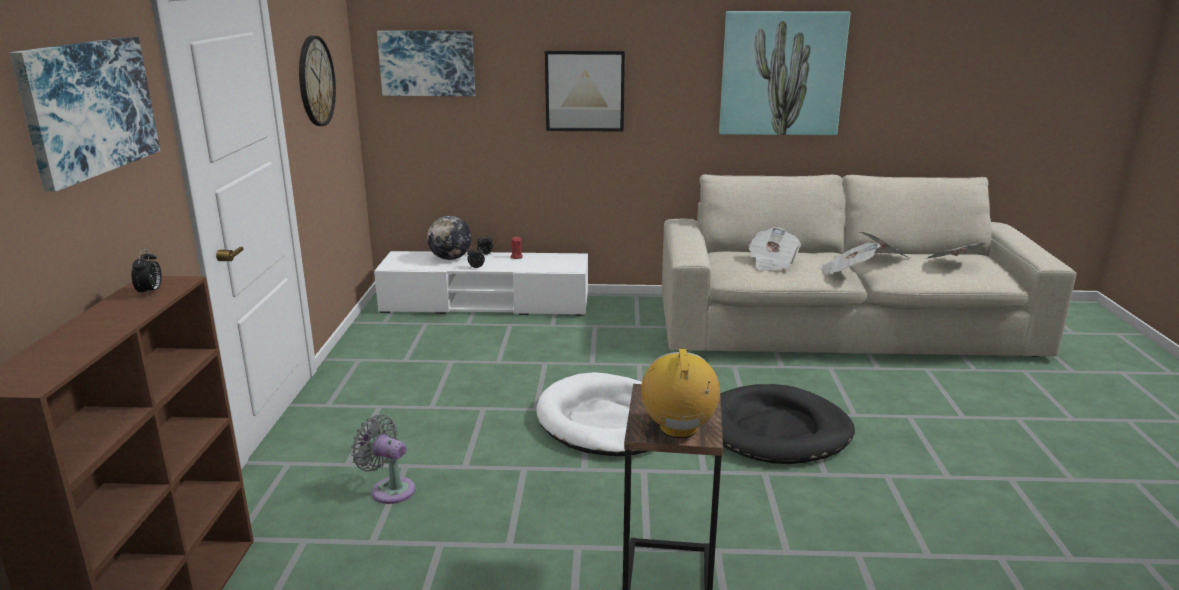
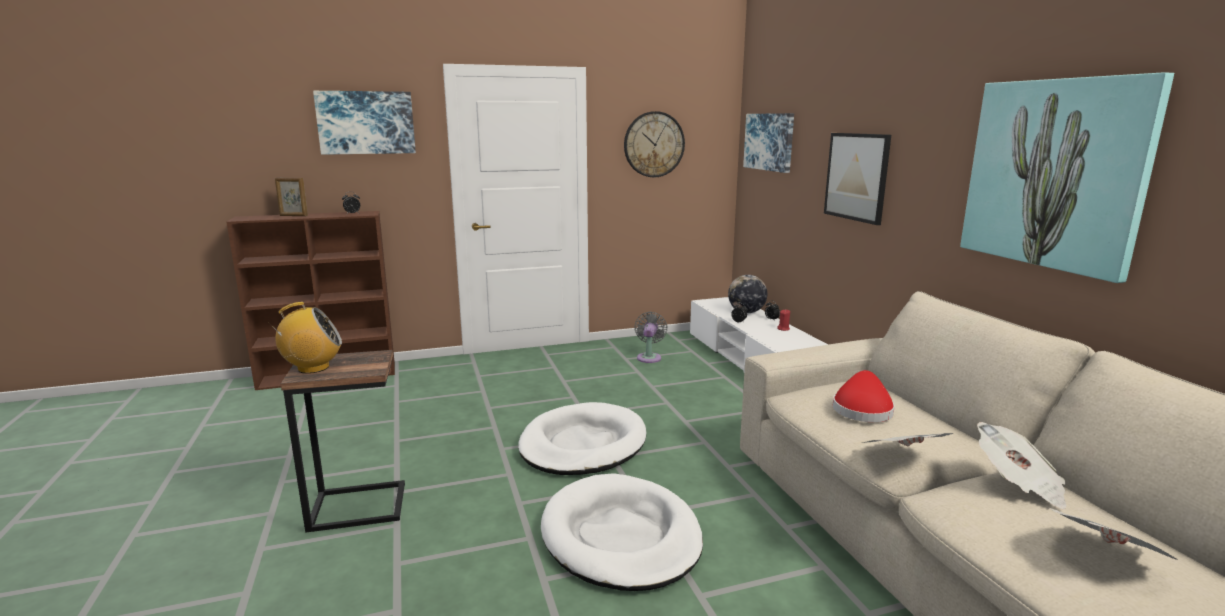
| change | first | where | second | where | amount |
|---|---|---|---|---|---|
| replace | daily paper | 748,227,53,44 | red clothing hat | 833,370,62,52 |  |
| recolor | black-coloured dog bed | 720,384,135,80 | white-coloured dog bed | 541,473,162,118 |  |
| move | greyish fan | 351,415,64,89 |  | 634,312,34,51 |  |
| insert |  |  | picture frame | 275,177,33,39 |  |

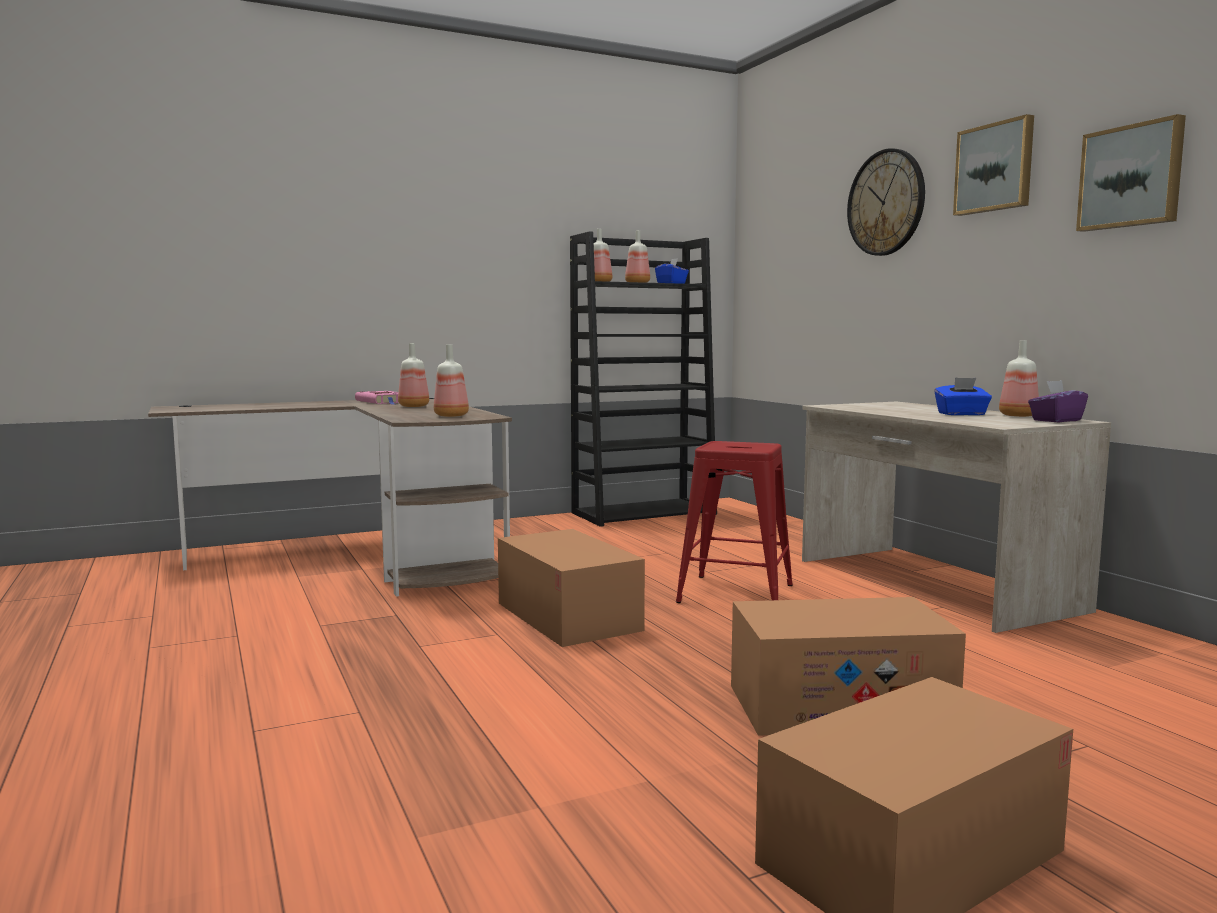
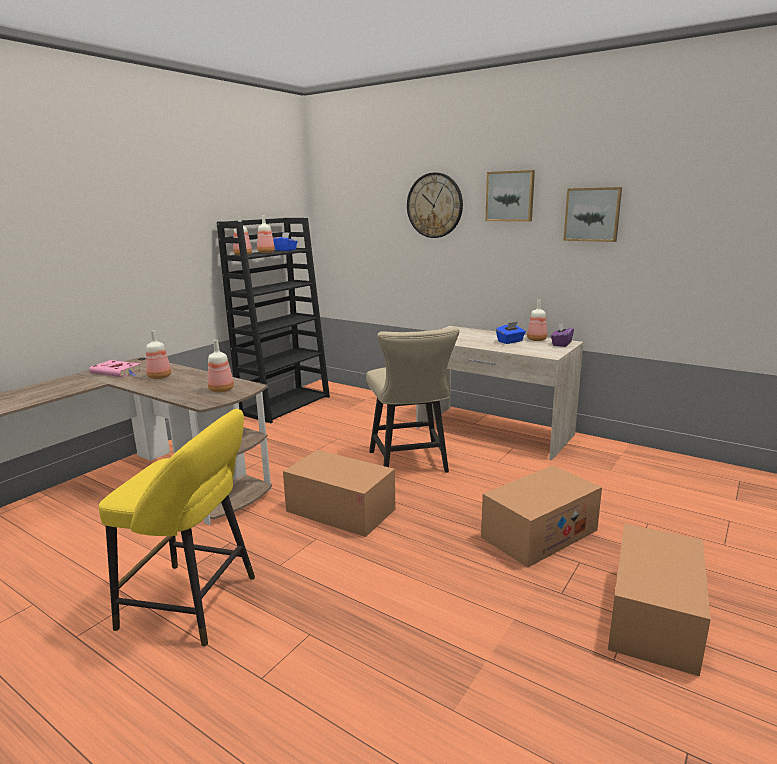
| change | first | where | second | where | amount |
|---|---|---|---|---|---|
| replace | red sitting stool | 676,441,117,162 | sand-coloured upright chair | 366,327,94,146 |  |
| insert |  |  | yellowish sitting stool | 99,409,156,237 |  |

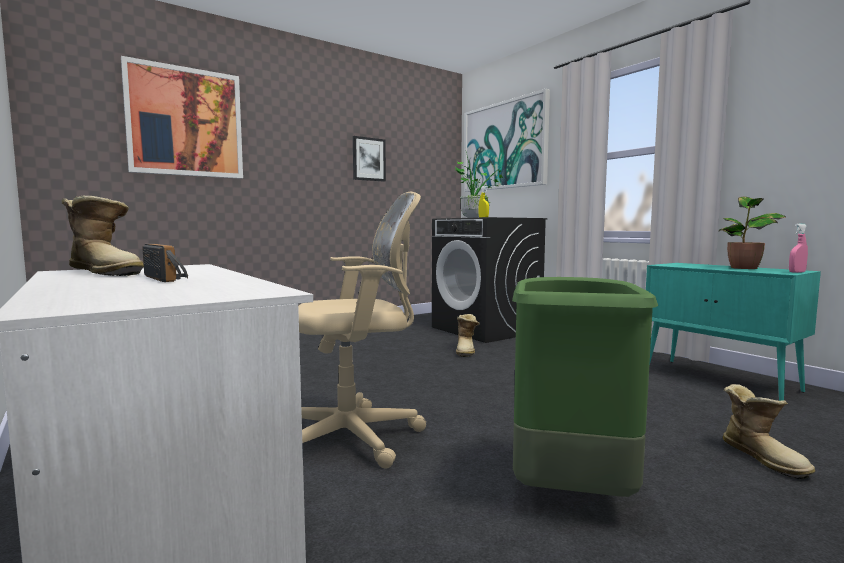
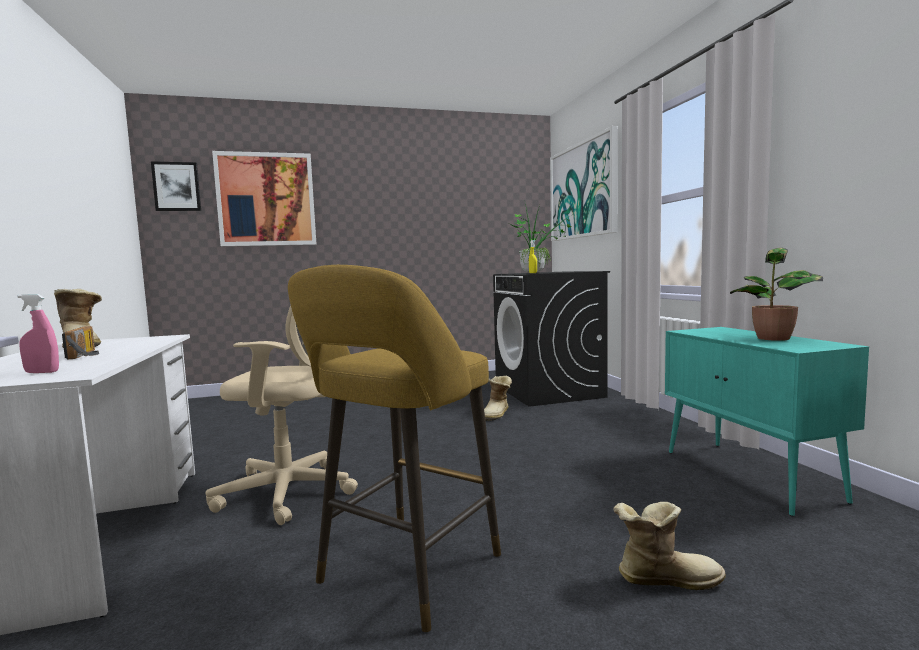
| change | first | where | second | where | amount |
|---|---|---|---|---|---|
| move | wall art | 353,136,33,46 |  | 151,161,50,50 |  |
| move | pink spray bottle | 789,223,19,50 |  | 17,294,42,79 |  |
| replace | green-coloured rubbish bin | 512,277,146,220 | yellowish sitting stool | 288,265,213,367 |  |
| rotate | high-top boot | 723,384,92,95 |  | 613,502,113,88 | 90 degrees counterclockwise |

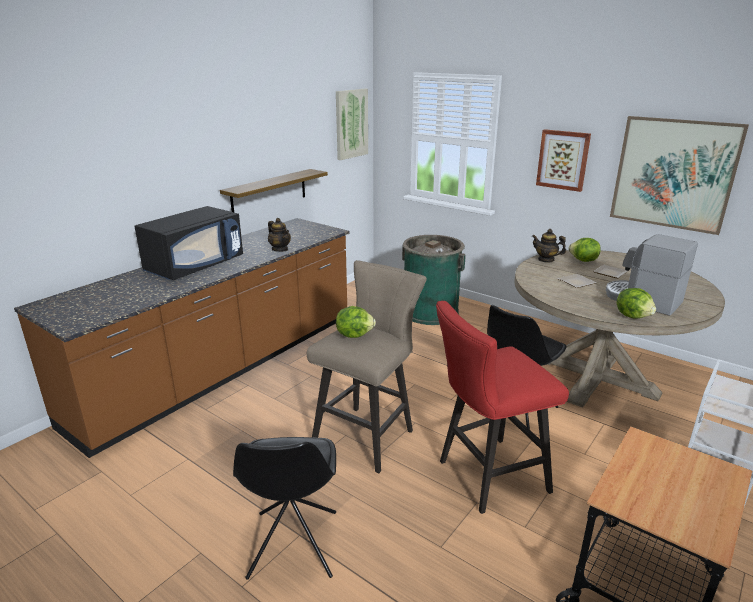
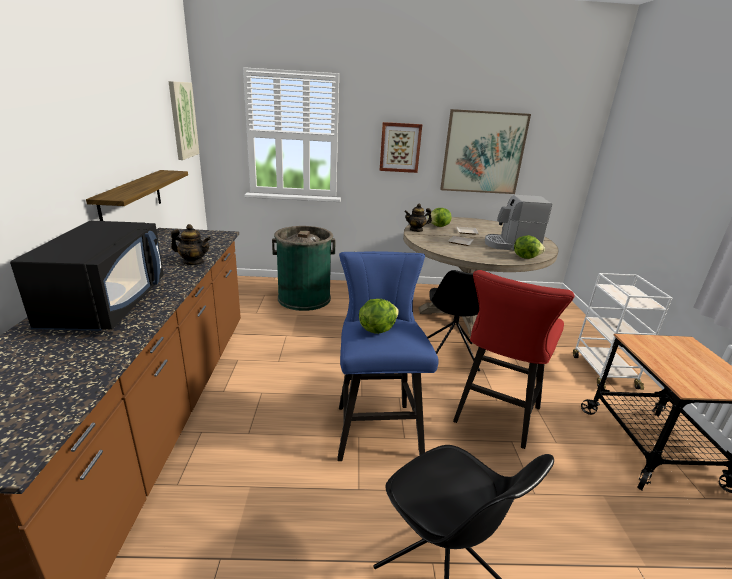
| change | first | where | second | where | amount |
|---|---|---|---|---|---|
| recolor | sand-coloured sitting stool | 307,260,120,213 | blue sitting stool | 337,251,102,210 |  |

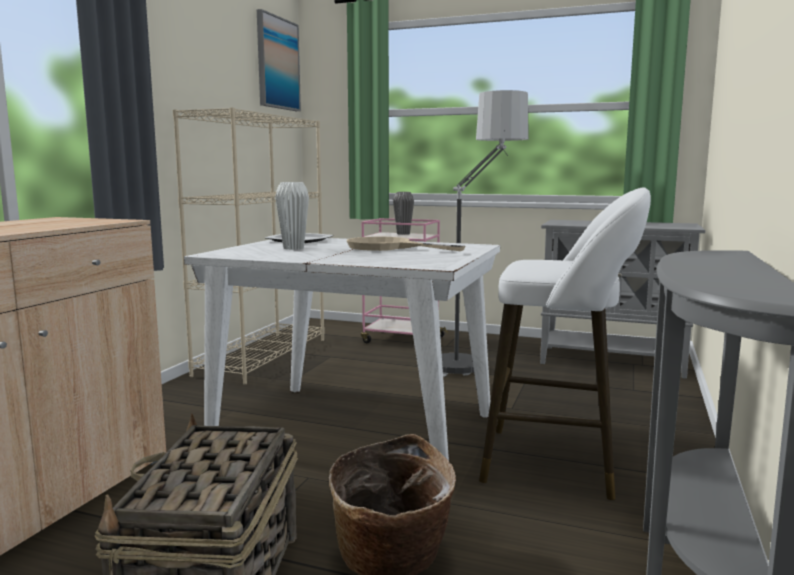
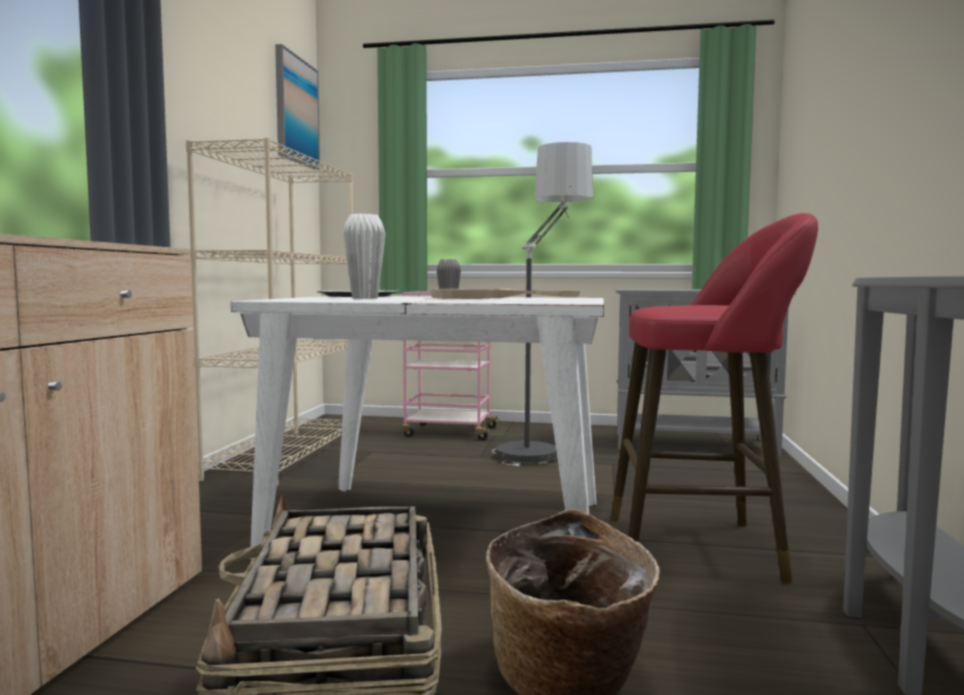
| change | first | where | second | where | amount |
|---|---|---|---|---|---|
| recolor | white-coloured sitting stool | 479,187,172,313 | red sitting stool | 610,213,208,371 |  |

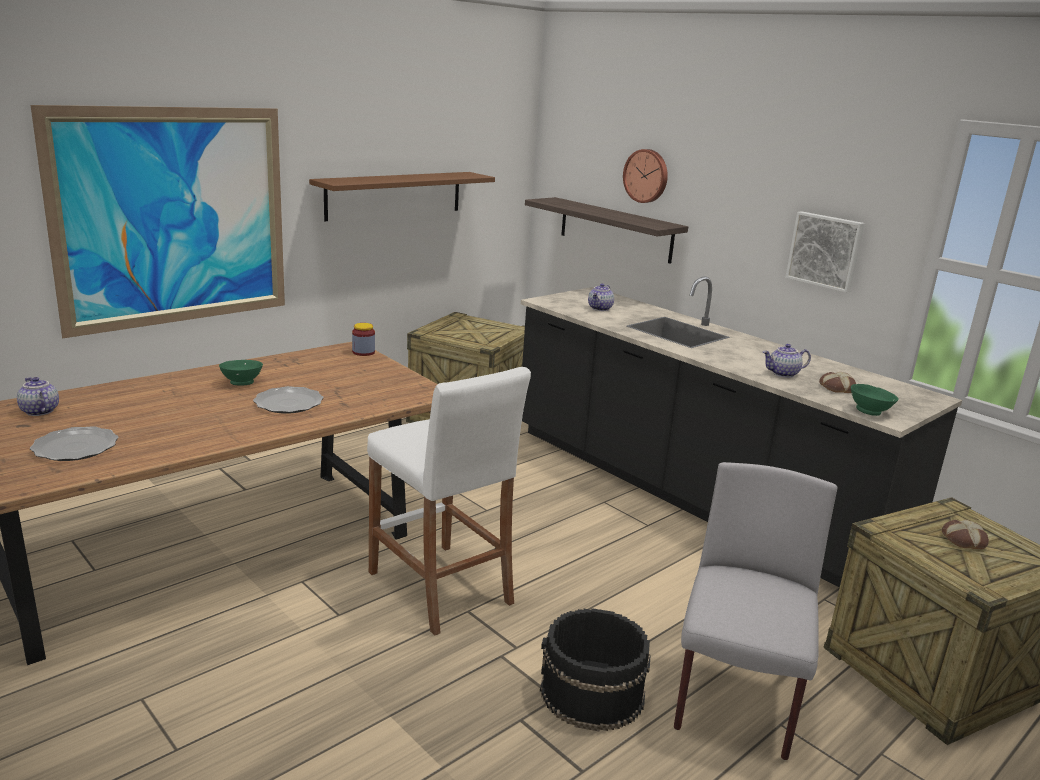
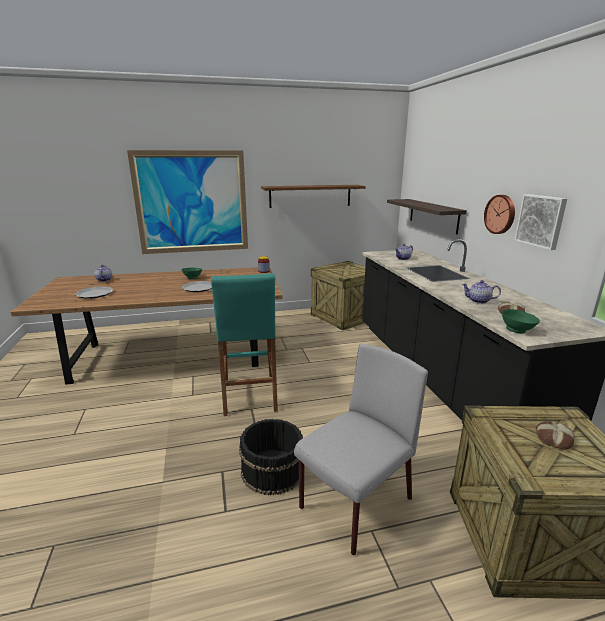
| change | first | where | second | where | amount |
|---|---|---|---|---|---|
| move | clock on the wall | 623,149,45,54 |  | 484,195,31,39 |  |
| recolor | white-coloured sitting stool | 367,367,164,269 | turquoise sitting stool | 211,273,67,143 |  |

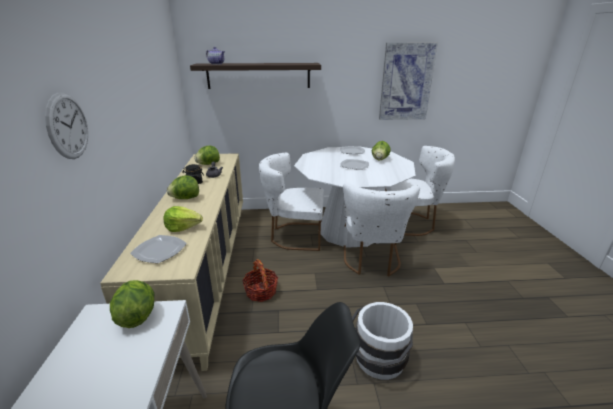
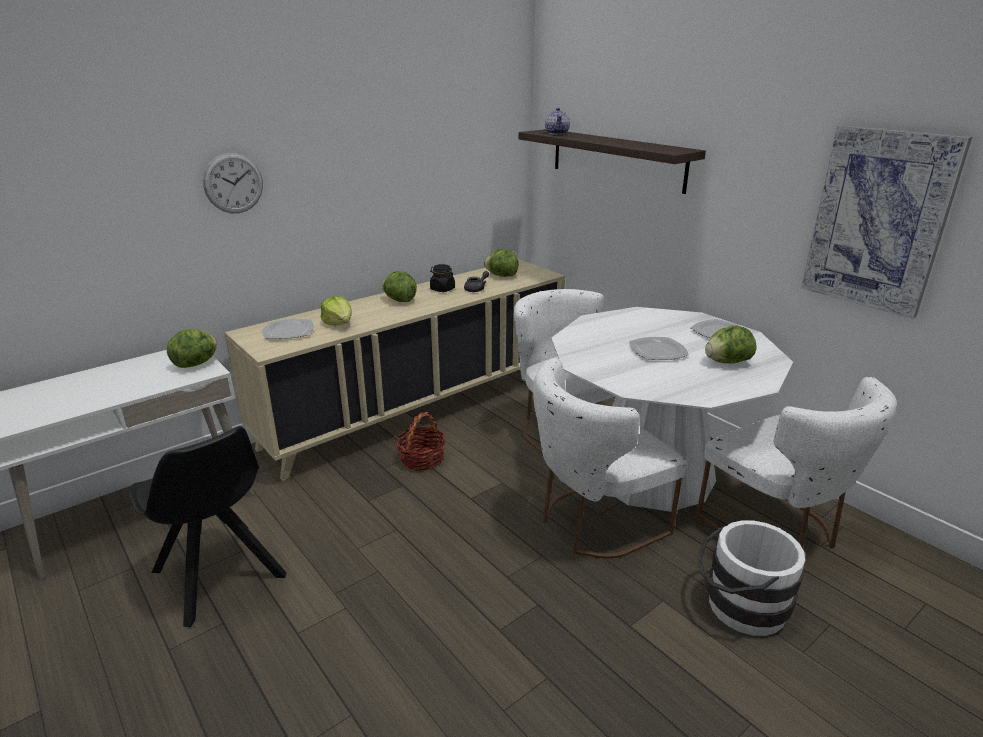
| change | first | where | second | where | amount |
|---|---|---|---|---|---|
| move | white-coloured bucket | 352,302,61,78 |  | 697,520,108,116 |  |

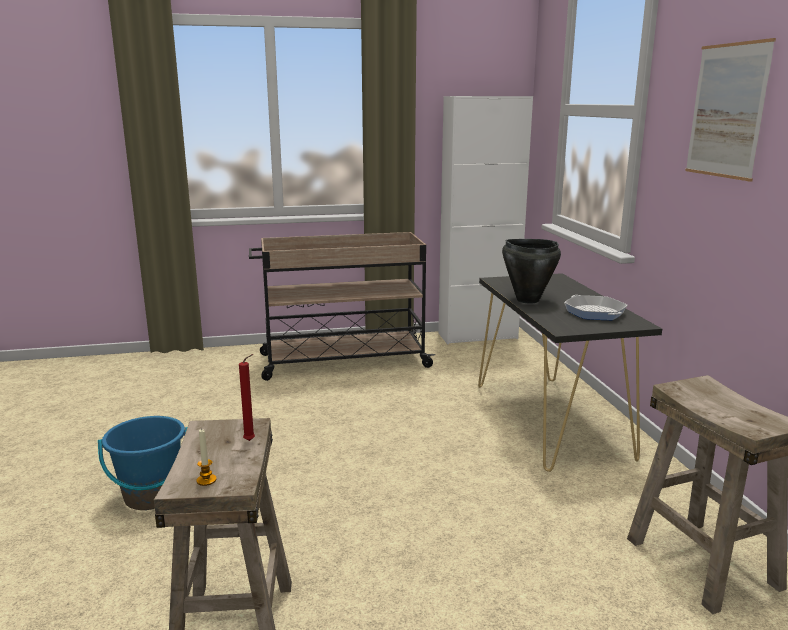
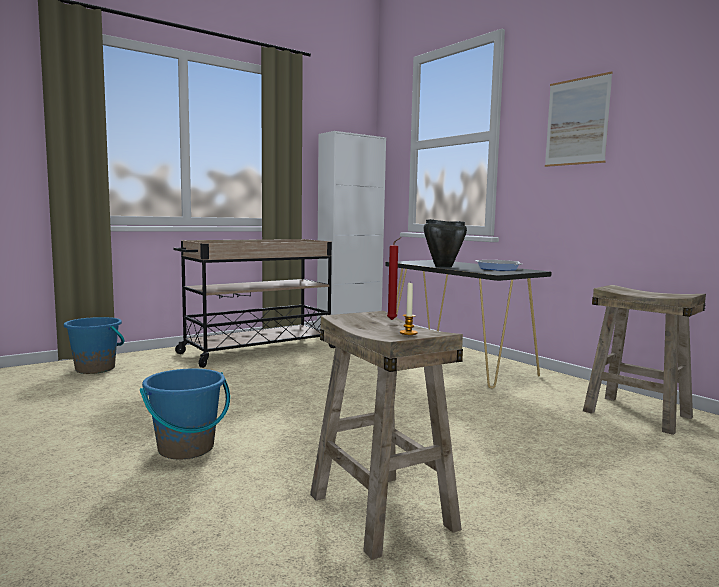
| change | first | where | second | where | amount |
|---|---|---|---|---|---|
| insert |  |  | blue bucket | 64,317,61,57 |  |

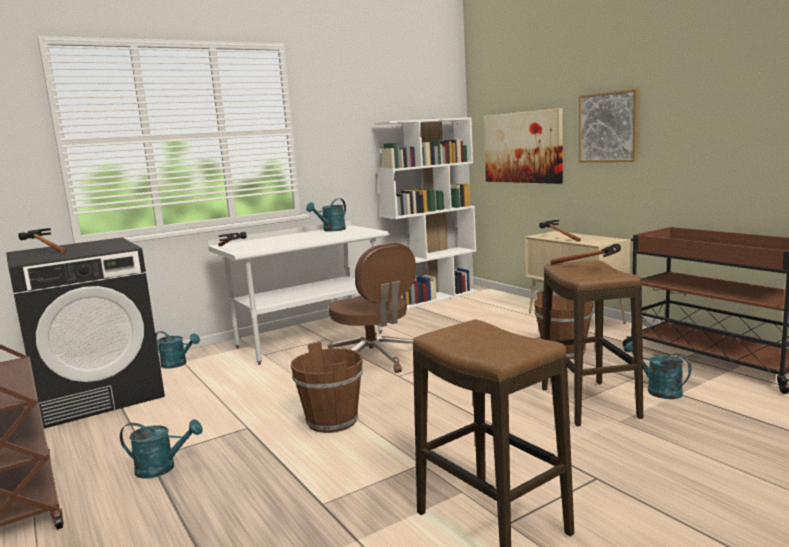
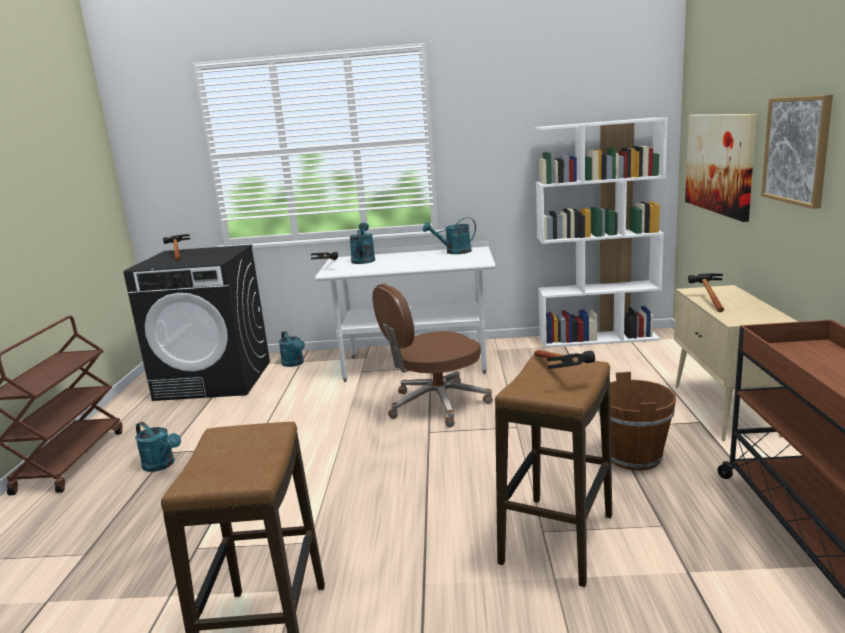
| change | first | where | second | where | amount |
|---|---|---|---|---|---|
| rotate | brown office chair | 328,243,88,130 |  | 372,283,121,144 | 60 degrees clockwise |
| move | turquoise sprinkling can | 624,341,67,58 |  | 349,222,26,42 |  |
| delete | brown bucket | 291,342,72,91 |  |  |  |

